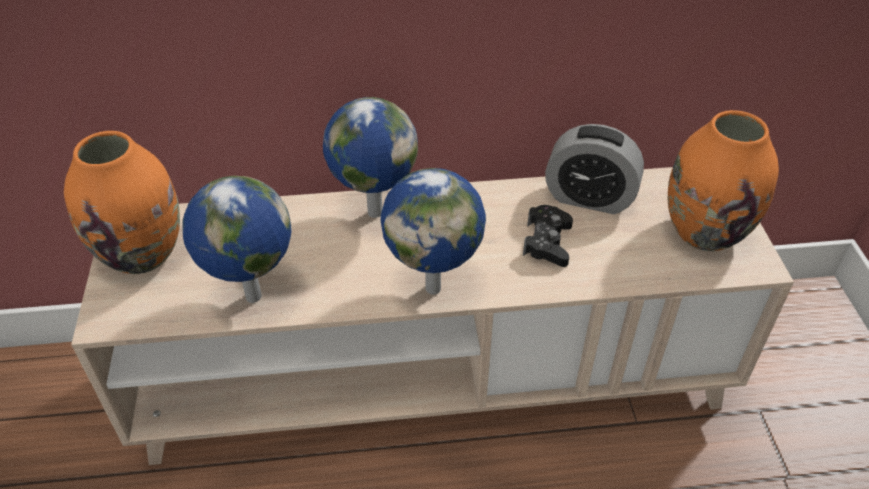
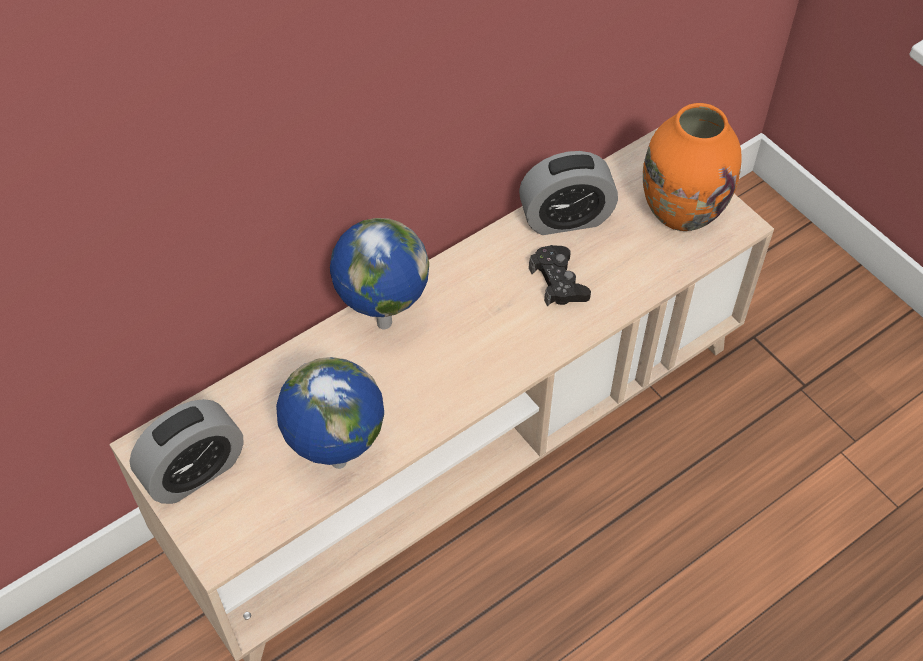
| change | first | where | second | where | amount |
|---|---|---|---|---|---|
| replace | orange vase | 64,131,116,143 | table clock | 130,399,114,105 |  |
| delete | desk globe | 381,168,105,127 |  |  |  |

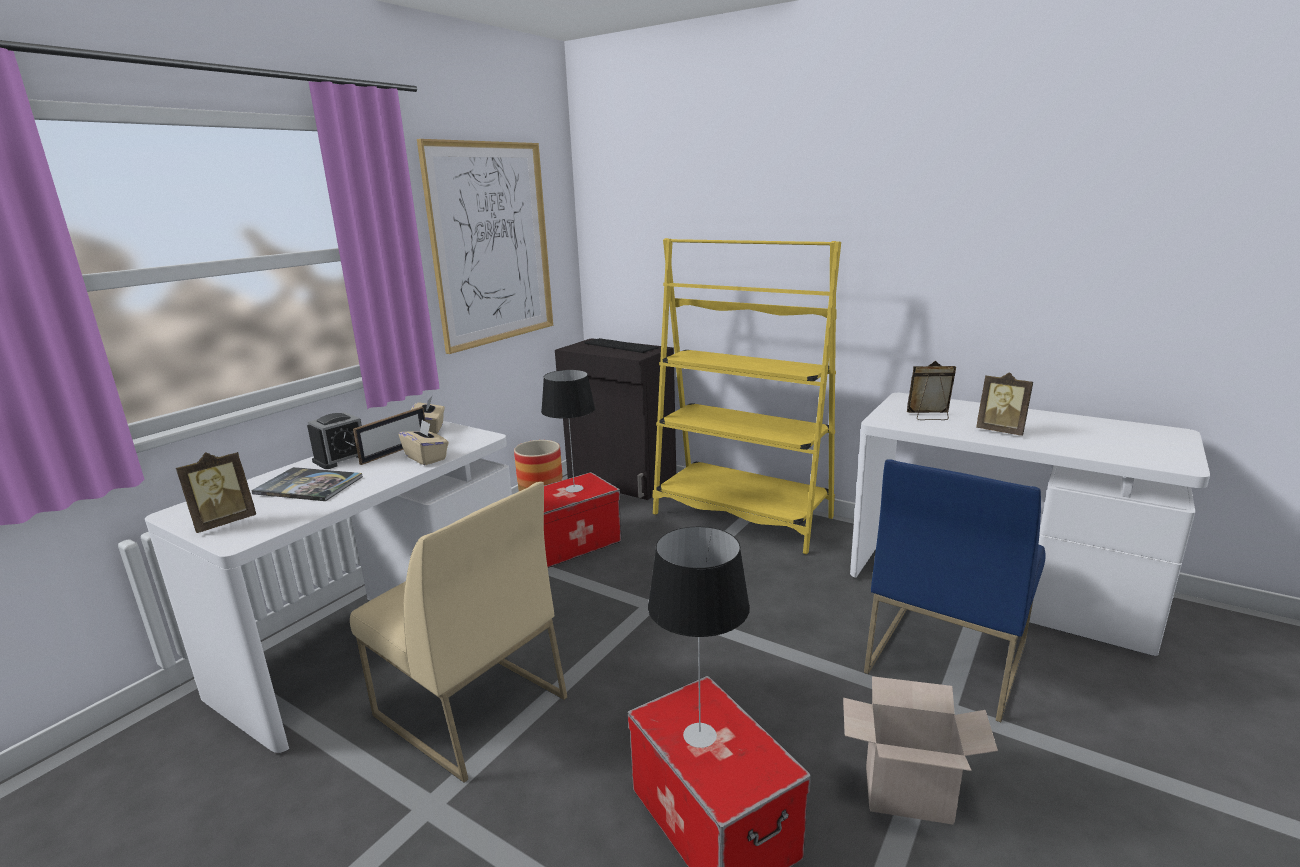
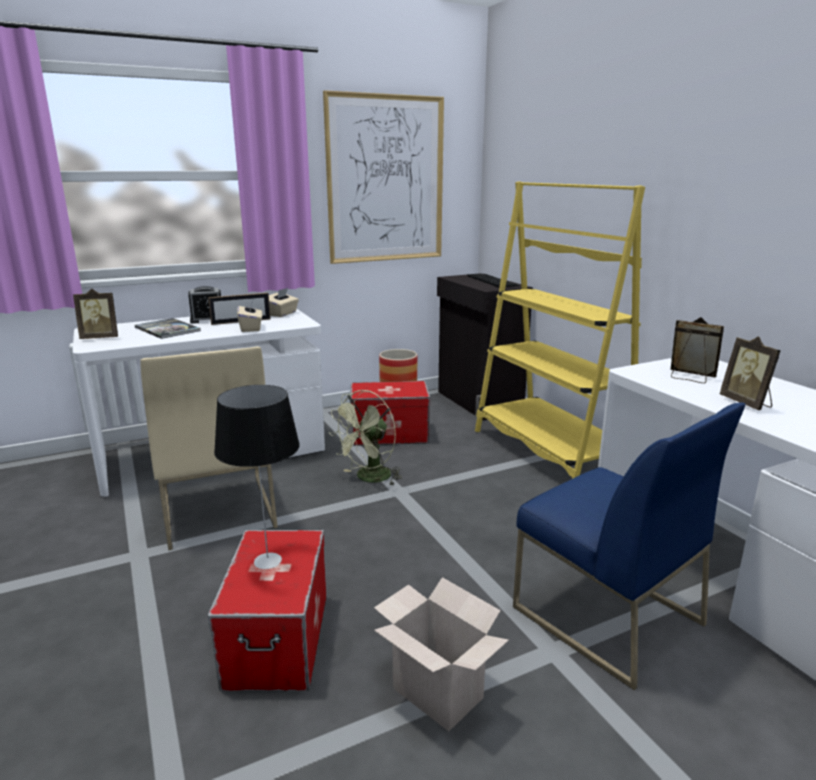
| change | first | where | second | where | amount |
|---|---|---|---|---|---|
| delete | tabletop lamp | 541,370,54,122 |  |  |  |
| rotate | blue upright chair | 864,459,182,263 |  | 513,402,233,288 | 105 degrees counterclockwise |
| insert |  |  | green-coloured fan | 329,390,73,96 |  |

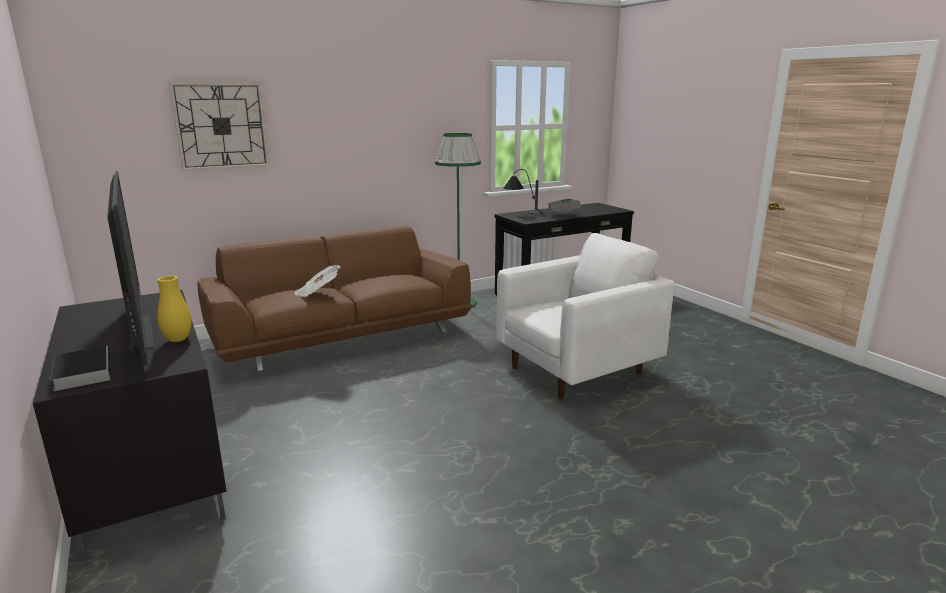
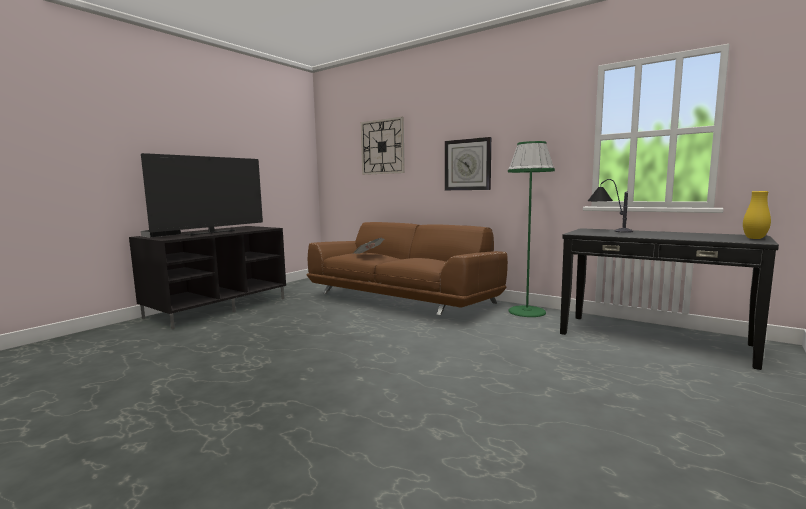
| change | first | where | second | where | amount |
|---|---|---|---|---|---|
| delete | daily paper | 548,199,34,14 |  |  |  |
| delete | white-coloured easy chair | 497,233,177,166 |  |  |  |
| move | yellowish vase | 157,276,34,66 |  | 743,191,28,48 |  |
| insert |  |  | clock on the wall | 445,137,46,53 |  |

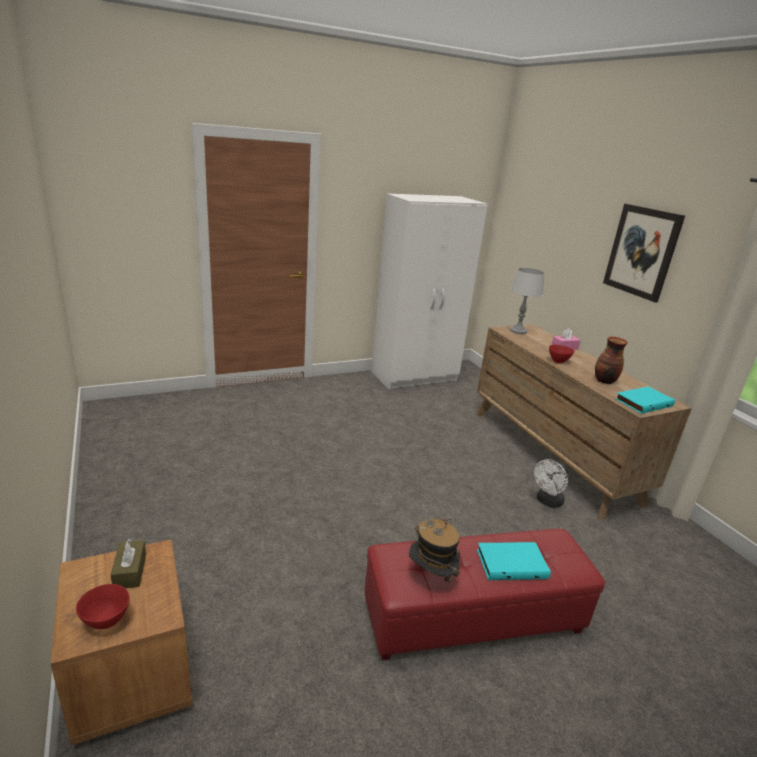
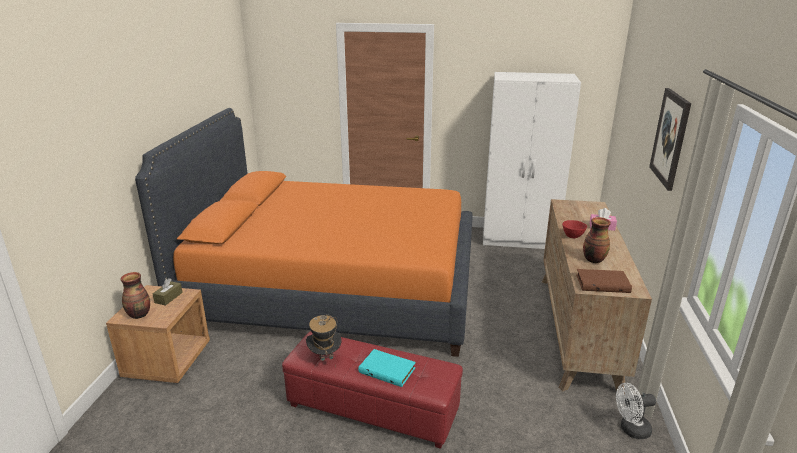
| change | first | where | second | where | amount |
|---|---|---|---|---|---|
| delete | greyish tabletop lamp | 510,268,34,66 |  |  |  |
| recolor | turquoise bound book | 615,386,60,28 | brown bound book | 576,269,56,24 |  |
| move | white-coloured fan | 534,459,34,49 |  | 616,383,40,56 |  |
| replace | red serving bowl | 76,584,53,45 | vase | 120,272,30,47 |  |
| insert |  |  | orange sleeping bed | 135,108,338,249 |  |

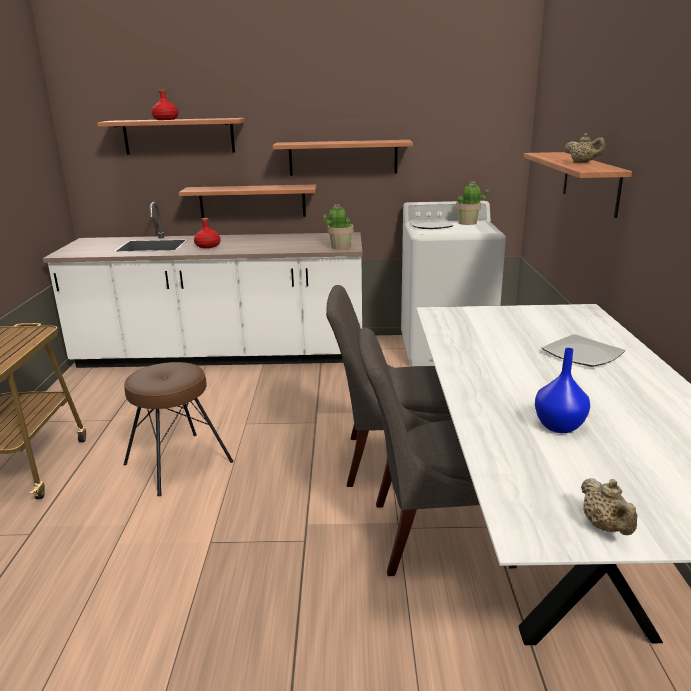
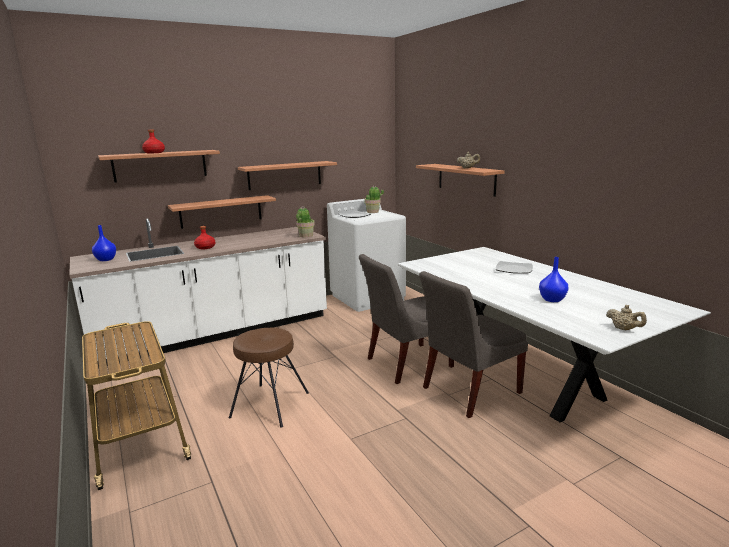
| change | first | where | second | where | amount |
|---|---|---|---|---|---|
| insert |  |  | blue vase | 92,225,24,36 |  |

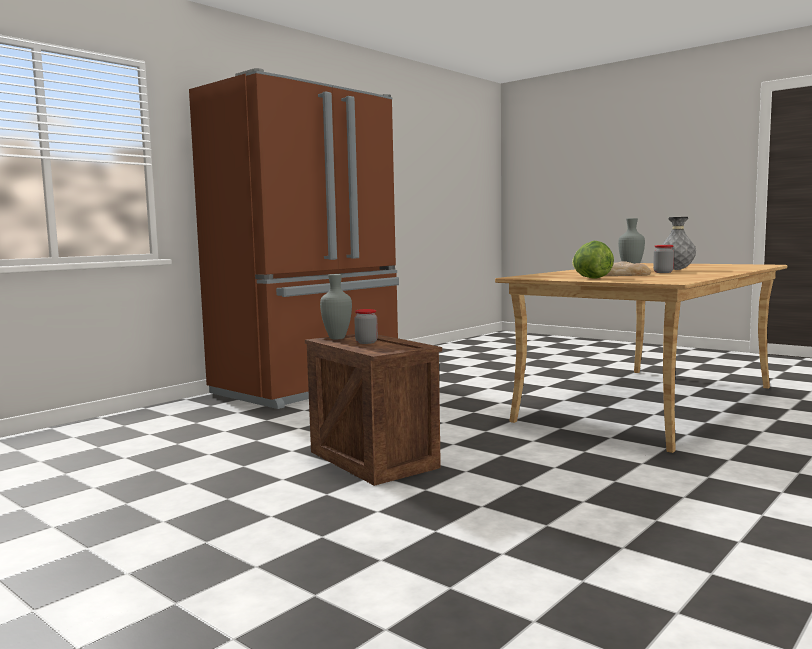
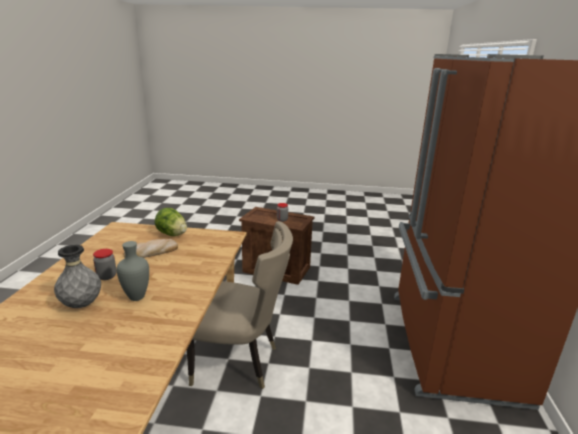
| change | first | where | second | where | amount |
|---|---|---|---|---|---|
| delete | greyish vase | 320,274,32,65 |  |  |  |
| insert |  |  | sand-coloured upright chair | 187,221,106,168 |  |

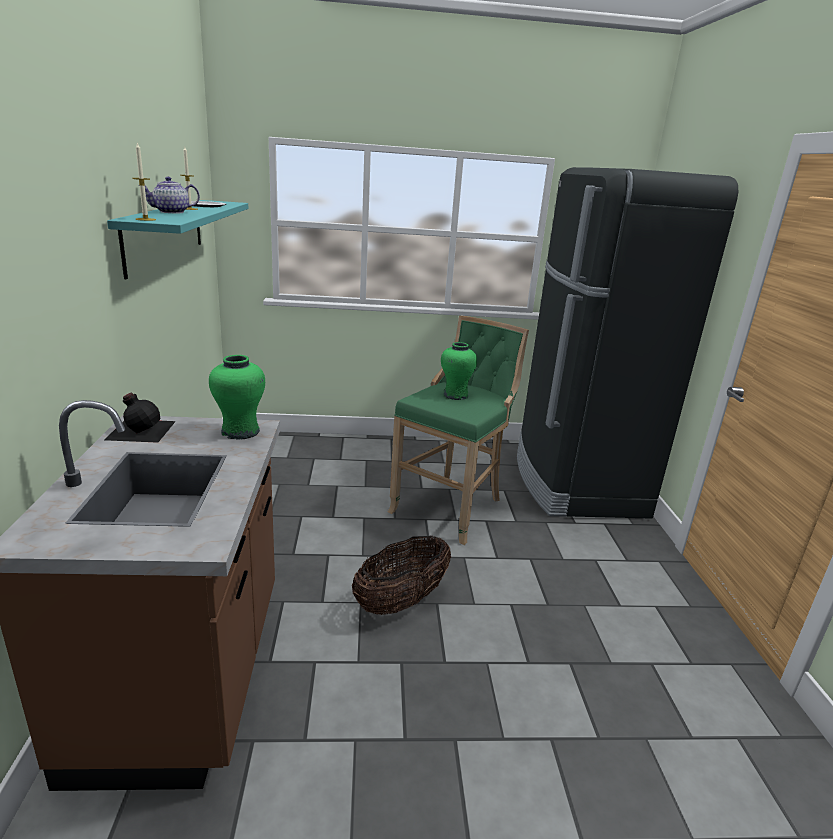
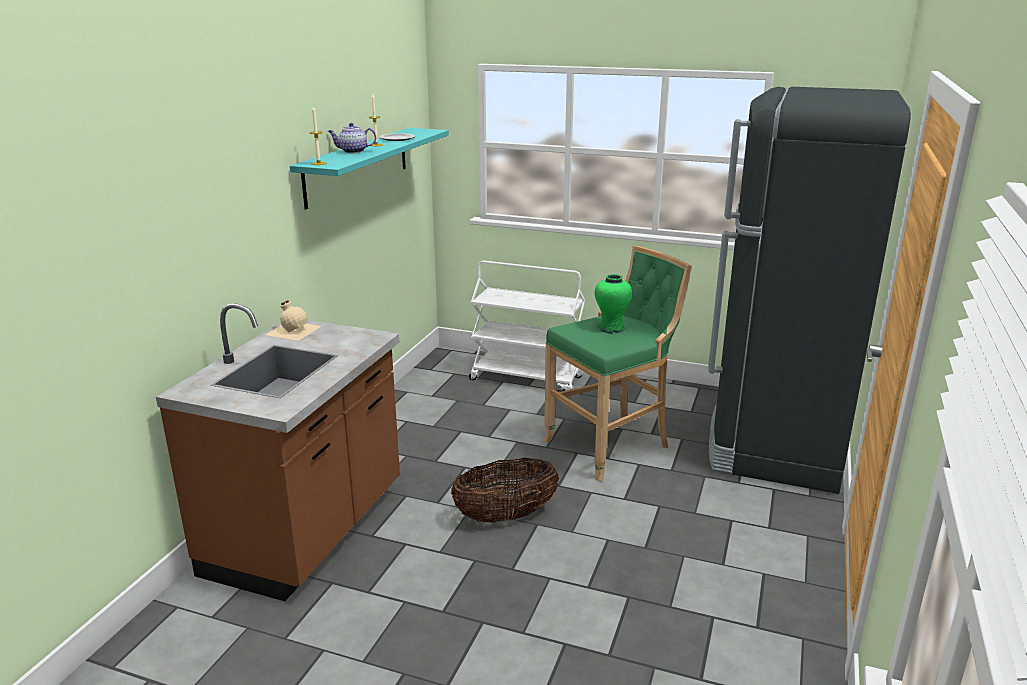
| change | first | where | second | where | amount |
|---|---|---|---|---|---|
| delete | green-coloured vase | 209,355,56,85 |  |  |  |
| recolor | black-coloured drink bottle | 105,393,71,50 | sand-coloured drink bottle | 265,300,56,41 |  |
| insert |  |  | white-coloured wheeled cart | 469,261,116,130 |  |

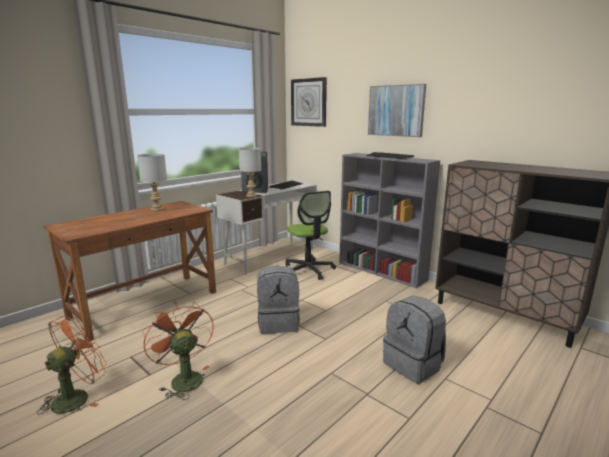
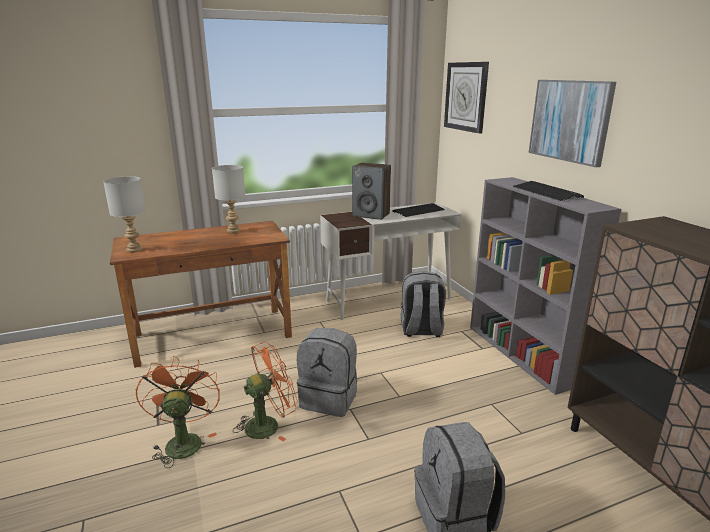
| change | first | where | second | where | amount |
|---|---|---|---|---|---|
| move | greyish tabletop lamp | 239,148,22,49 |  | 103,176,43,77 |  |
| replace | office chair | 285,191,51,89 | greyish knapsack | 401,271,45,66 |  |
| move | orange fan | 36,316,71,99 |  | 233,342,65,100 |  |

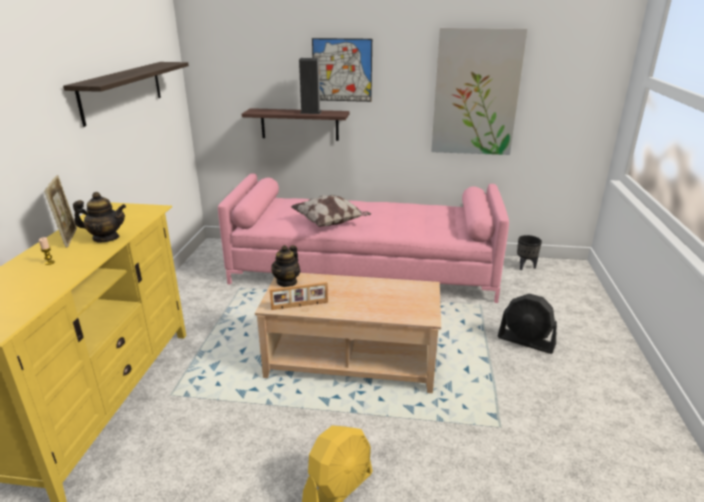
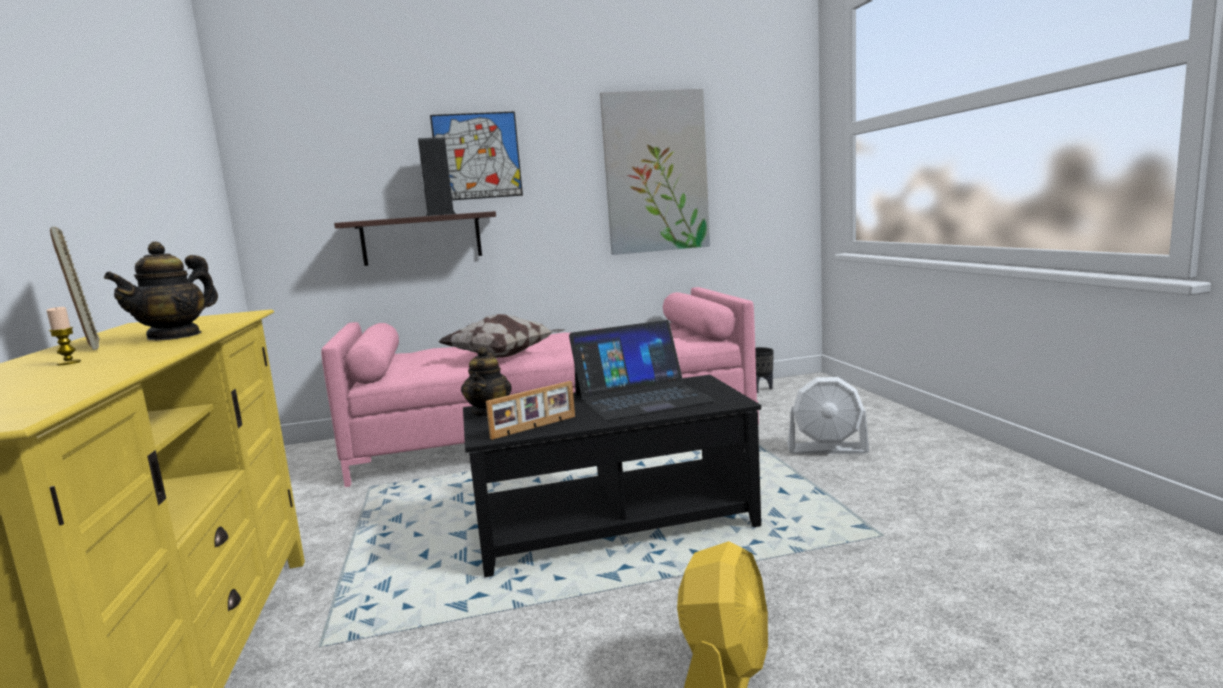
| change | first | where | second | where | amount |
|---|---|---|---|---|---|
| delete | wall shelf | 63,62,126,65 |  |  |  |
| rotate | teapot | 73,192,53,50 |  | 104,241,114,99 | 135 degrees clockwise |
| recolor | sand-coloured low table | 255,273,186,120 | black-coloured low table | 463,375,298,203 |  |
| recolor | black-coloured fan | 498,294,59,60 | white-coloured fan | 787,377,82,77 |  |
| insert |  |  | notebook computer | 569,320,146,101 |  |

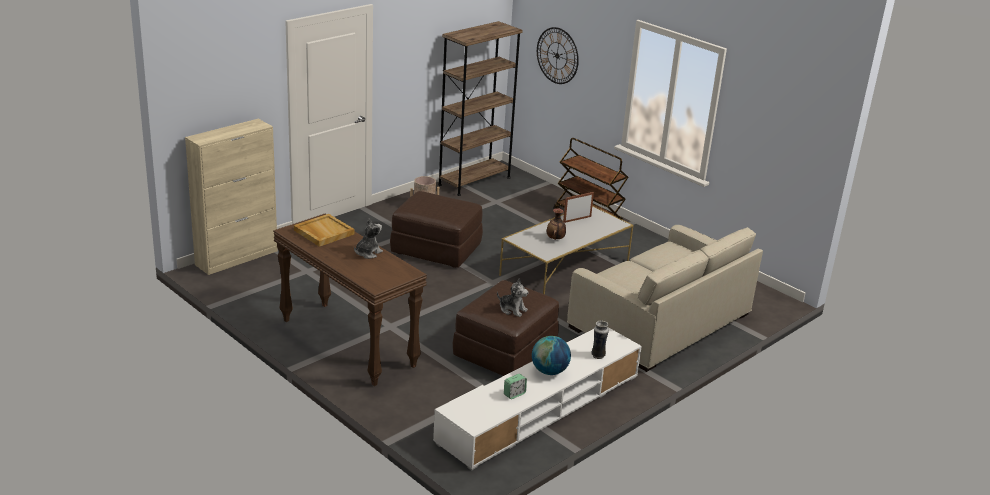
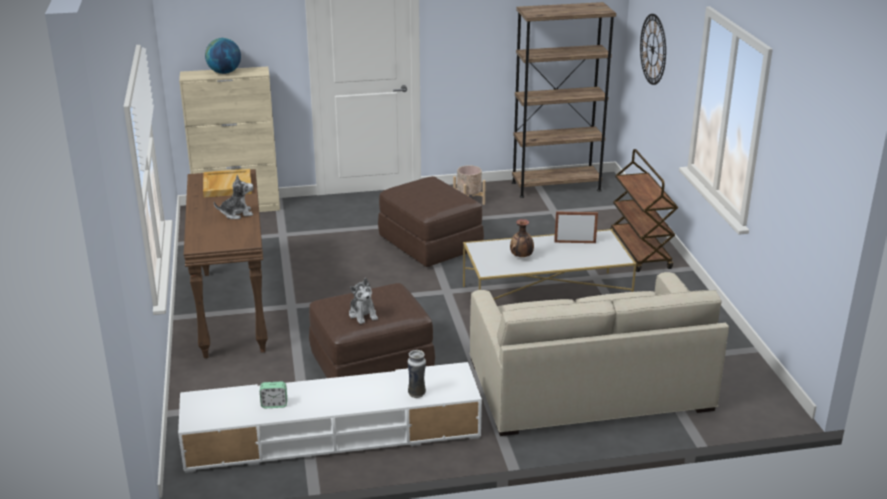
| change | first | where | second | where | amount |
|---|---|---|---|---|---|
| move | desk globe | 532,336,39,39 |  | 205,38,36,36 |  |

